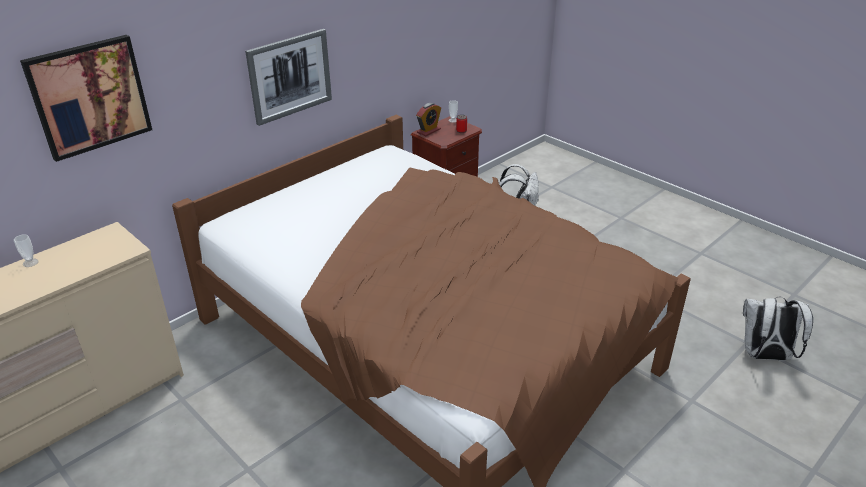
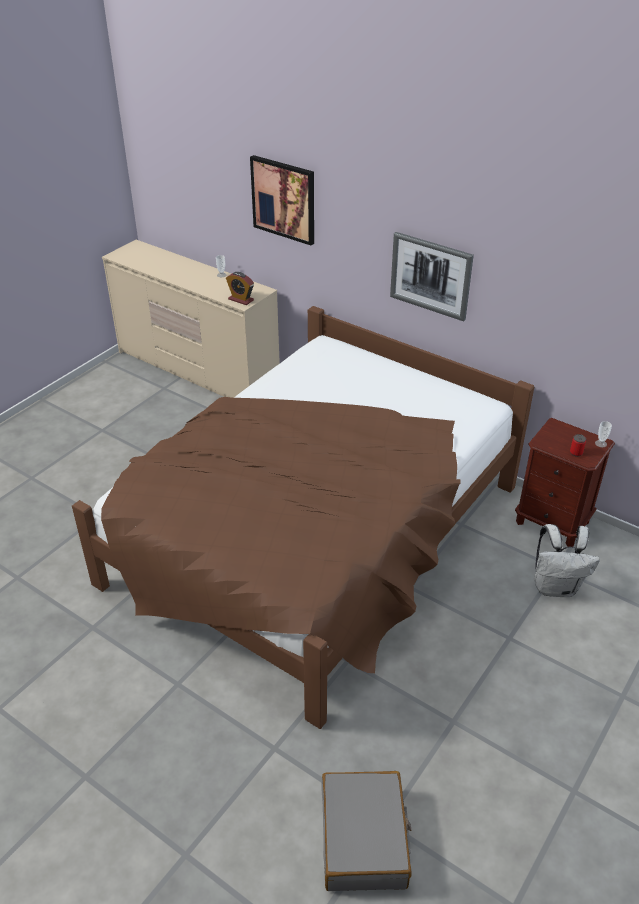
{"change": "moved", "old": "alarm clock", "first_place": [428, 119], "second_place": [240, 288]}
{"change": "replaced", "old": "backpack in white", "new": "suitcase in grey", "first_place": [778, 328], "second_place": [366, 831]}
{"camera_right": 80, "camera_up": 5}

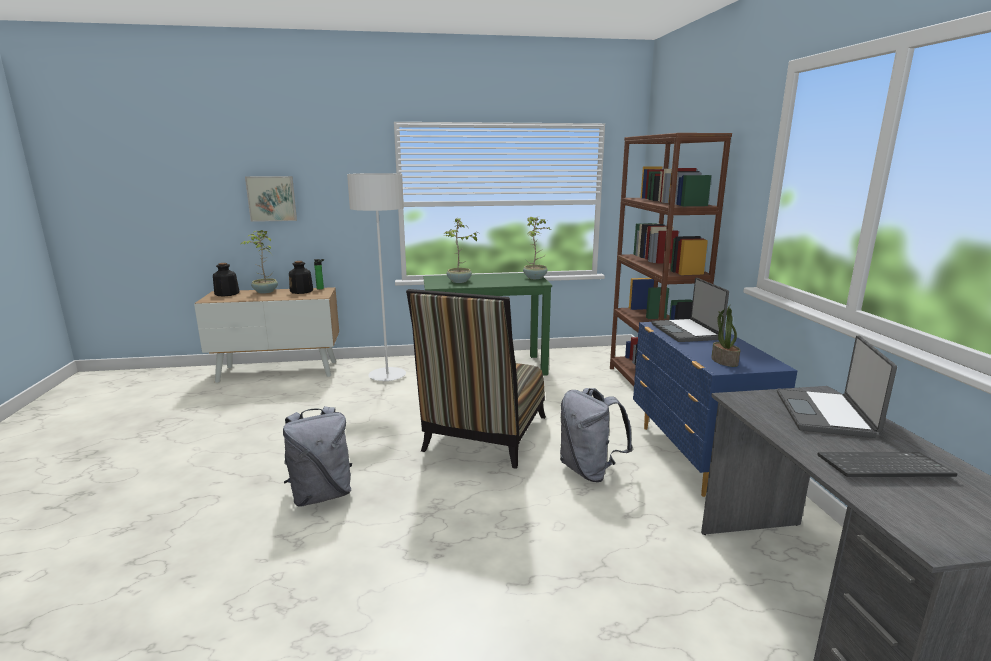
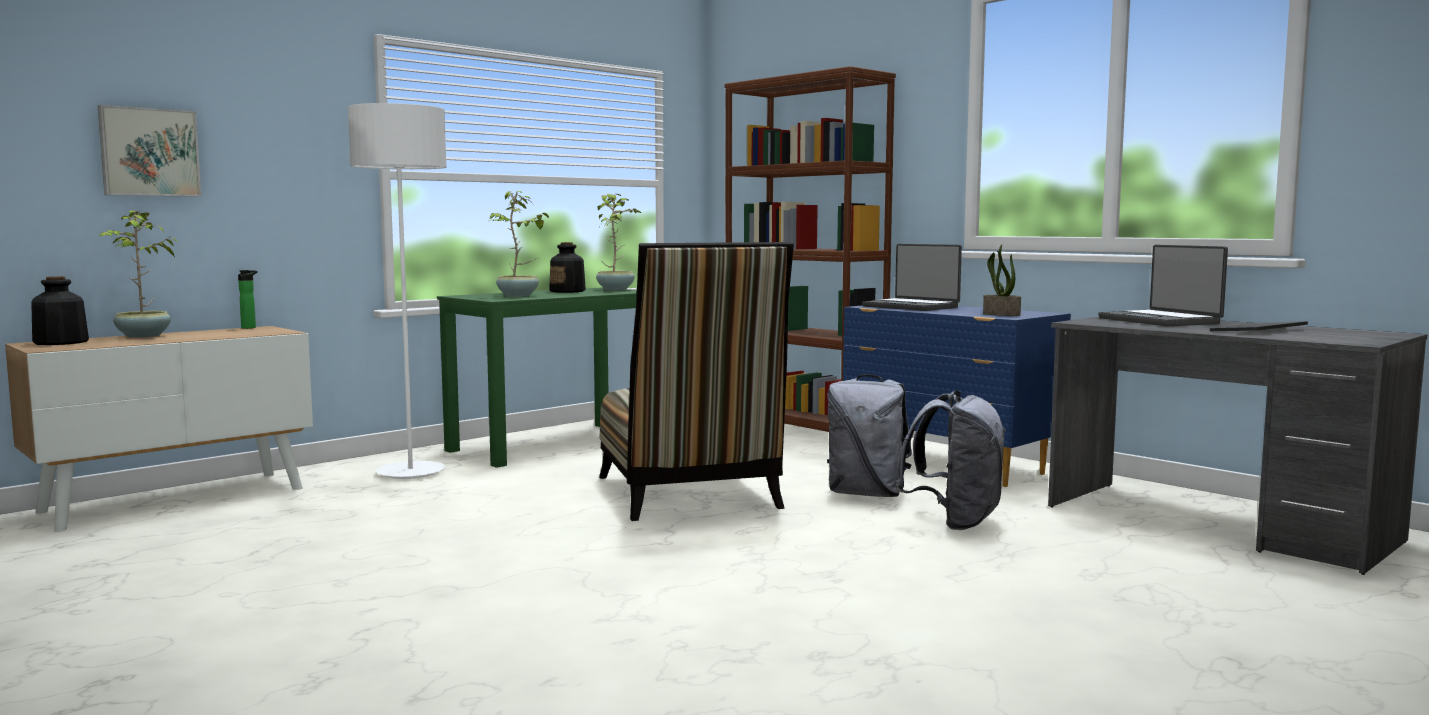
{"change": "moved", "old": "bottle", "first_place": [301, 277], "second_place": [567, 267]}
{"change": "moved", "old": "backpack in grey", "first_place": [317, 456], "second_place": [950, 460]}
{"camera_right": -35, "camera_up": -10}

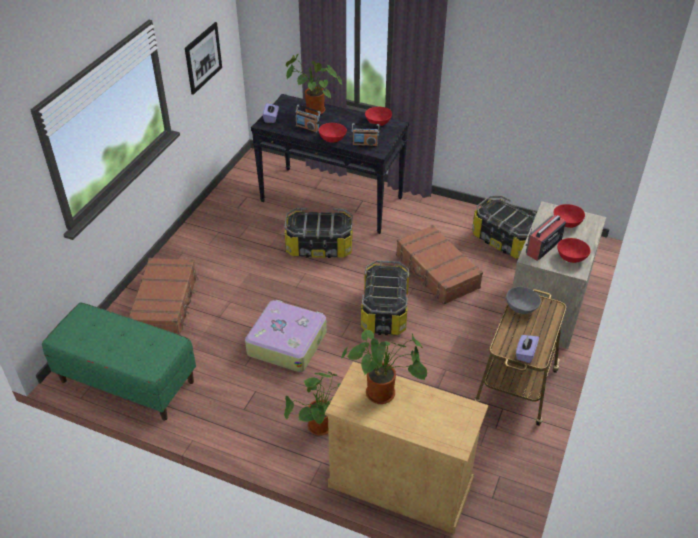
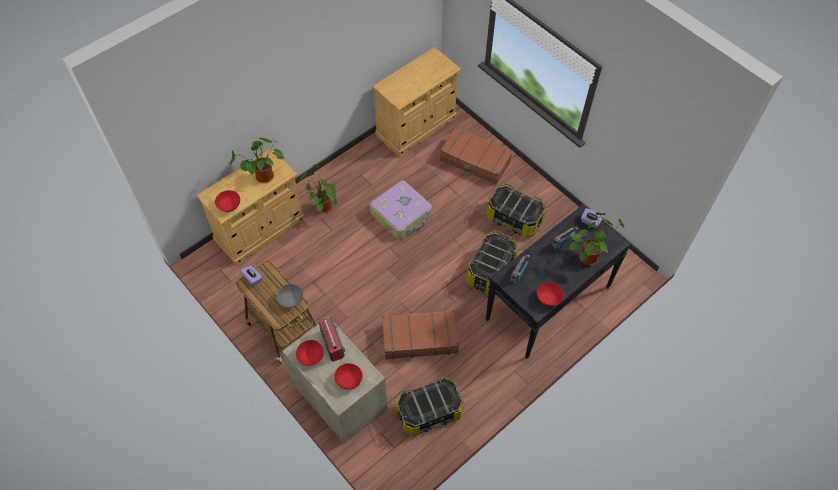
{"change": "moved", "old": "bowl in red", "first_place": [333, 133], "second_place": [227, 201]}
{"change": "replaced", "old": "bench in green", "new": "cabinet in beige", "first_place": [119, 361], "second_place": [416, 102]}
{"change": "moved", "old": "storage box", "first_place": [385, 297], "second_place": [516, 210]}
{"change": "removed", "old": "picture", "first_place": [203, 58]}
{"camera_right": 115, "camera_up": 15}

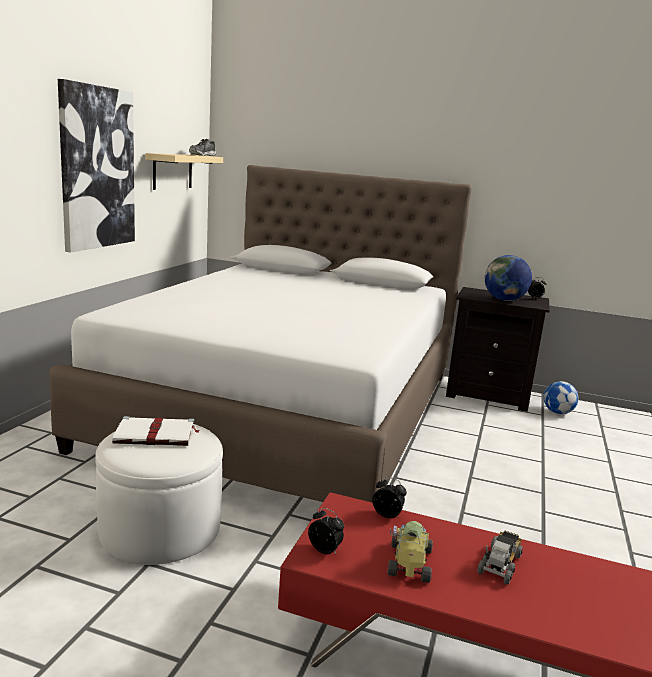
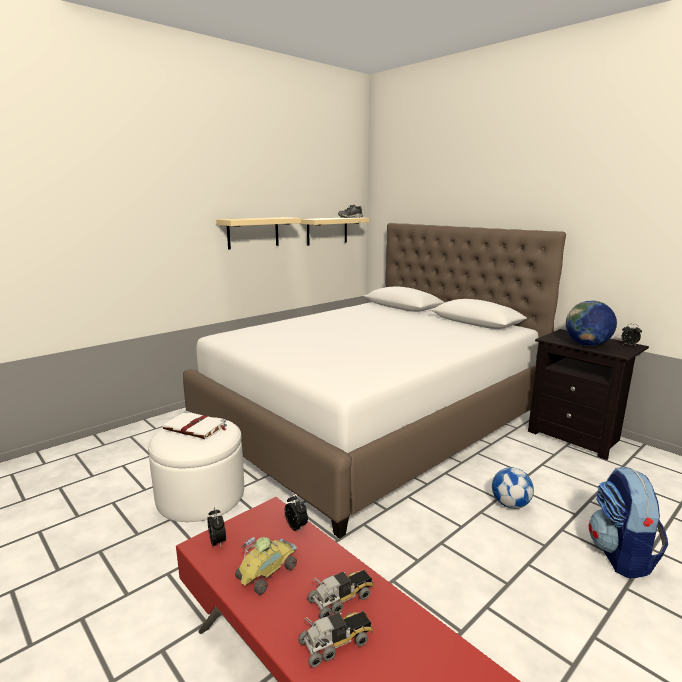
{"change": "replaced", "old": "picture", "new": "shelf in beige", "first_place": [96, 166], "second_place": [258, 233]}
{"change": "added", "new": "toy truck", "second_place": [335, 639]}
{"change": "moved", "old": "football", "first_place": [561, 397], "second_place": [513, 488]}
{"change": "added", "new": "backpack", "second_place": [628, 522]}
{"camera_right": 30, "camera_up": 0}

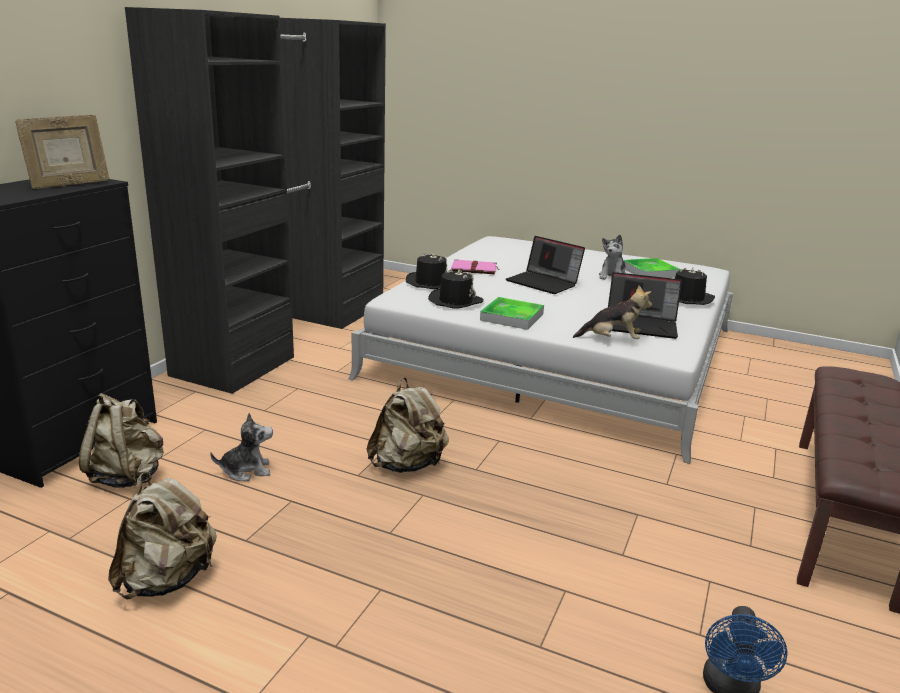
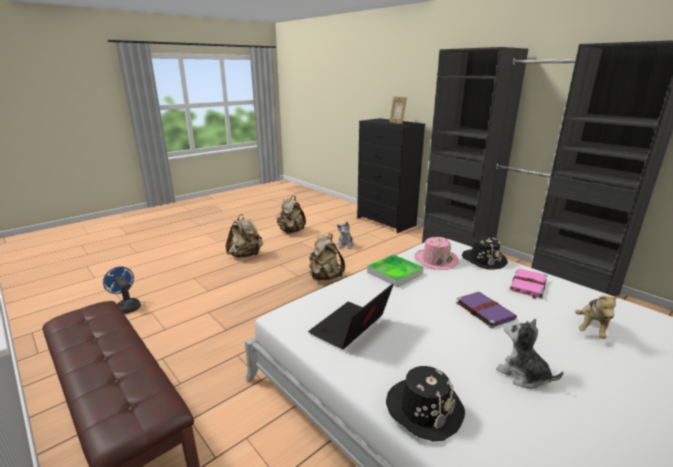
{"change": "moved", "old": "backpack in beige", "first_place": [121, 440], "second_place": [244, 236]}
{"change": "recoloured", "old": "hat in black", "new": "hat in pink", "first_place": [456, 289], "second_place": [437, 253]}
{"change": "replaced", "old": "laptop", "new": "book in purple", "first_place": [545, 265], "second_place": [486, 310]}
{"change": "moved", "old": "plush toy", "first_place": [612, 312], "second_place": [597, 317]}
{"change": "removed", "old": "tray", "first_place": [652, 268]}
{"camera_right": 115, "camera_up": 0}

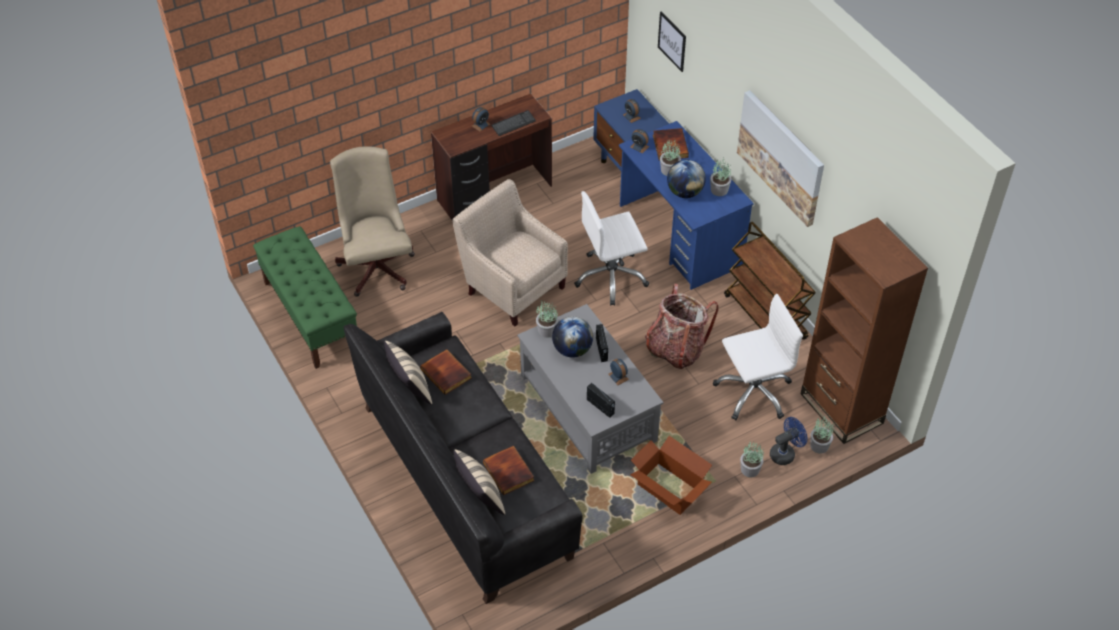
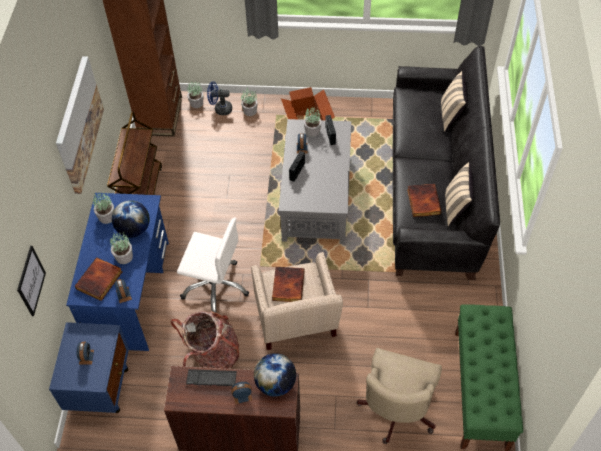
{"change": "moved", "old": "backpack", "first_place": [682, 326], "second_place": [205, 340]}
{"change": "moved", "old": "globe", "first_place": [572, 337], "second_place": [275, 375]}
{"change": "moved", "old": "book", "first_place": [508, 470], "second_place": [288, 284]}
{"change": "moved", "old": "potted plant", "first_place": [547, 319], "second_place": [313, 121]}
{"change": "removed", "old": "office chair in white", "first_place": [758, 357]}
{"camera_right": -145, "camera_up": 5}

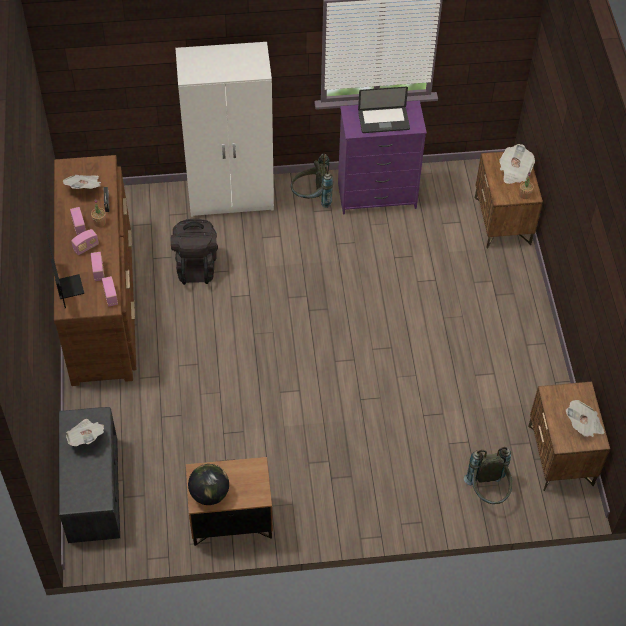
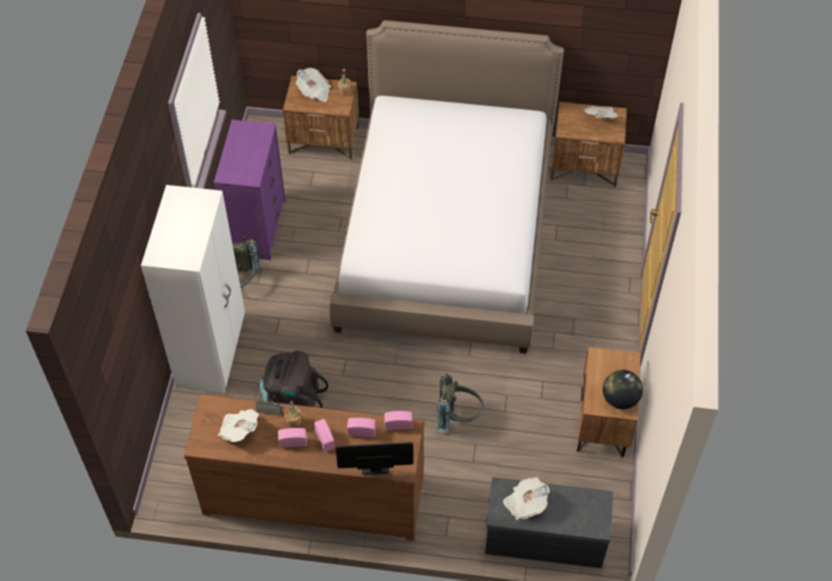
{"change": "added", "new": "bed", "second_place": [446, 187]}
{"change": "moved", "old": "backpack in grey", "first_place": [488, 475], "second_place": [460, 403]}
{"change": "removed", "old": "laptop", "first_place": [384, 110]}
{"camera_right": -75, "camera_up": 0}

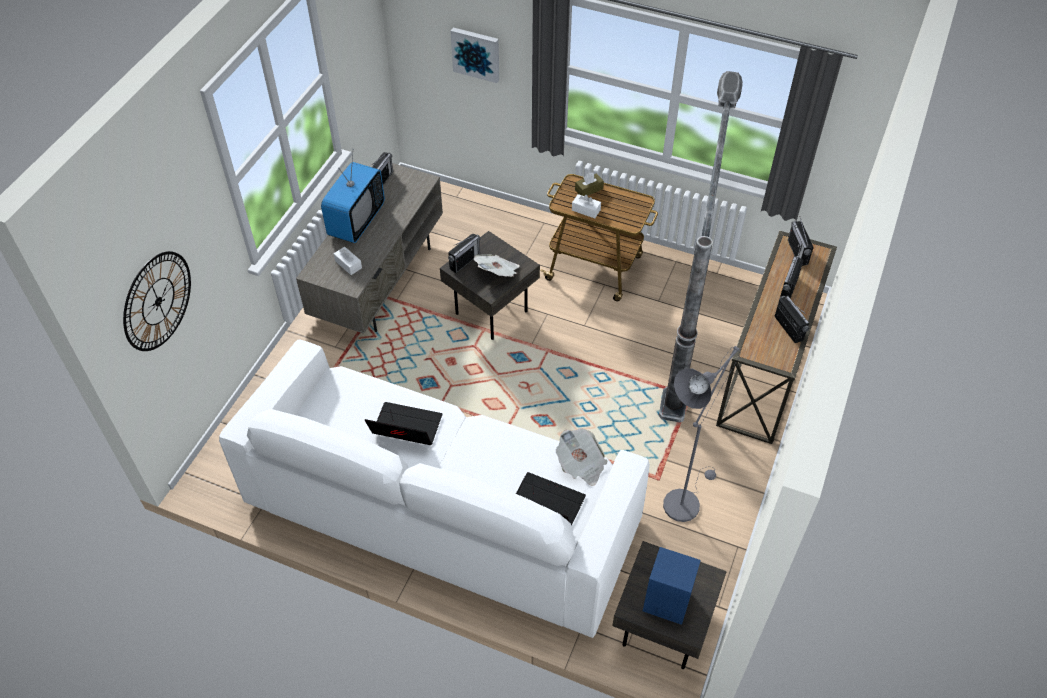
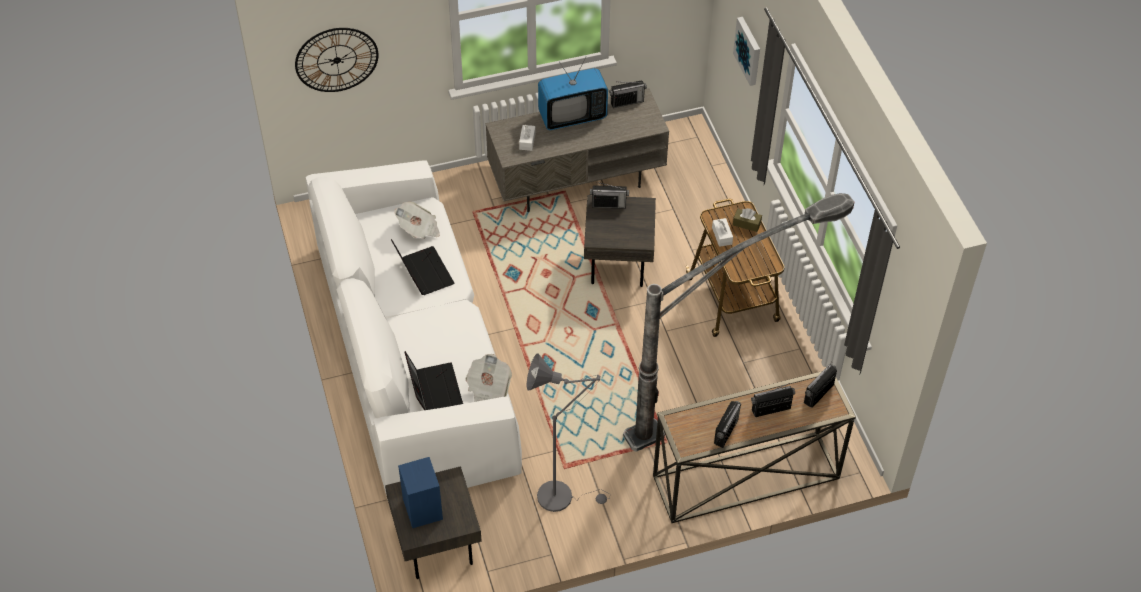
{"change": "moved", "old": "newspaper", "first_place": [497, 265], "second_place": [417, 220]}
{"camera_right": 50, "camera_up": 0}

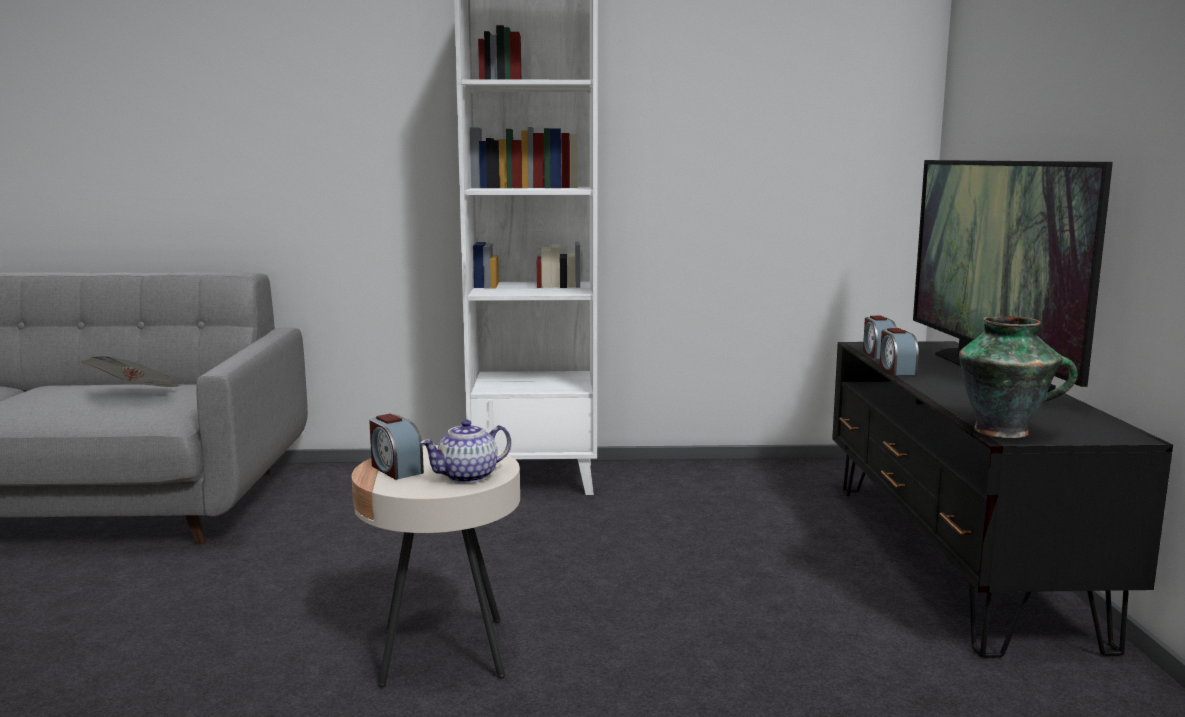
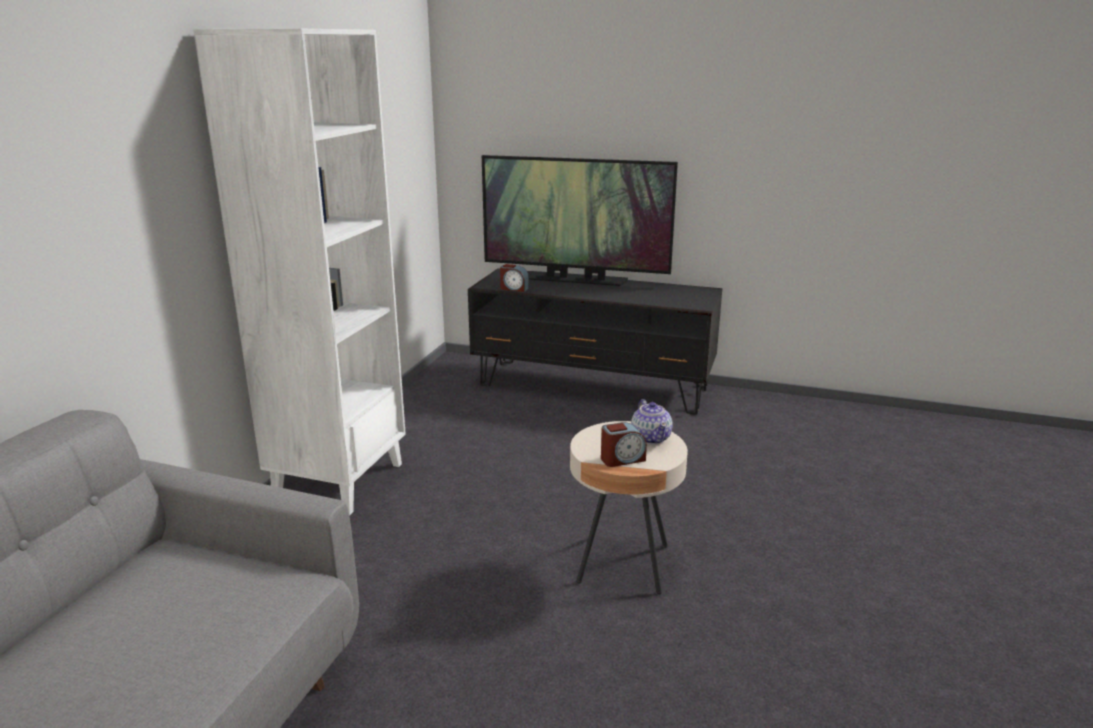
{"change": "removed", "old": "newspaper", "first_place": [130, 371]}
{"change": "removed", "old": "alarm clock", "first_place": [899, 351]}
{"change": "removed", "old": "vase", "first_place": [1018, 377]}
{"camera_right": -70, "camera_up": 10}

